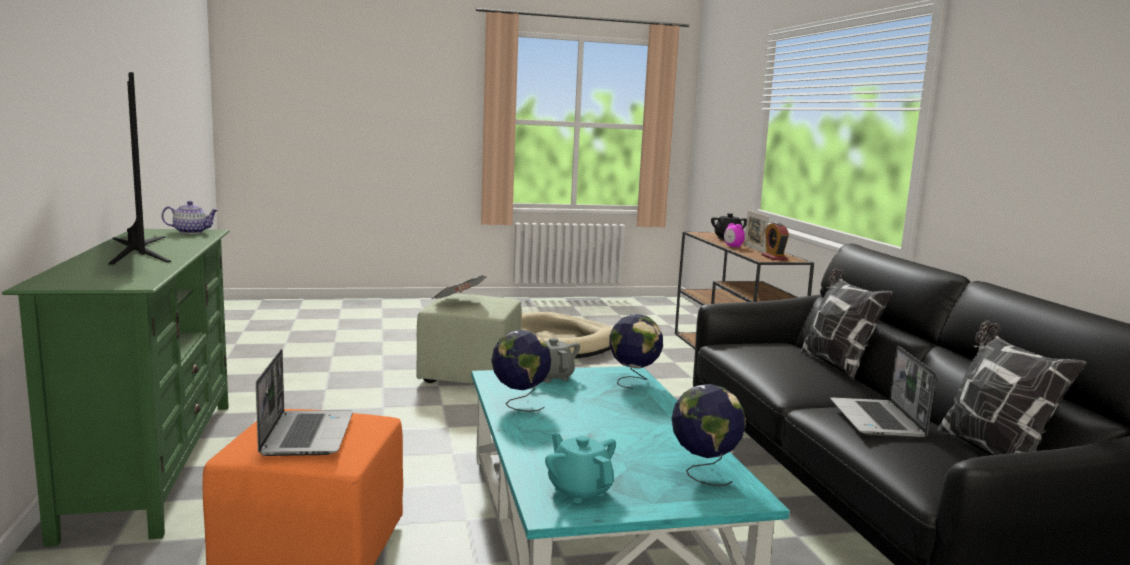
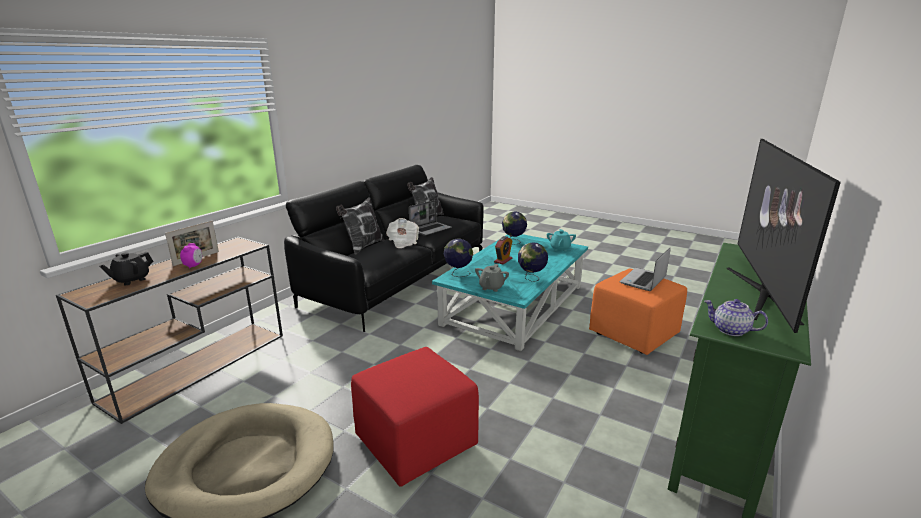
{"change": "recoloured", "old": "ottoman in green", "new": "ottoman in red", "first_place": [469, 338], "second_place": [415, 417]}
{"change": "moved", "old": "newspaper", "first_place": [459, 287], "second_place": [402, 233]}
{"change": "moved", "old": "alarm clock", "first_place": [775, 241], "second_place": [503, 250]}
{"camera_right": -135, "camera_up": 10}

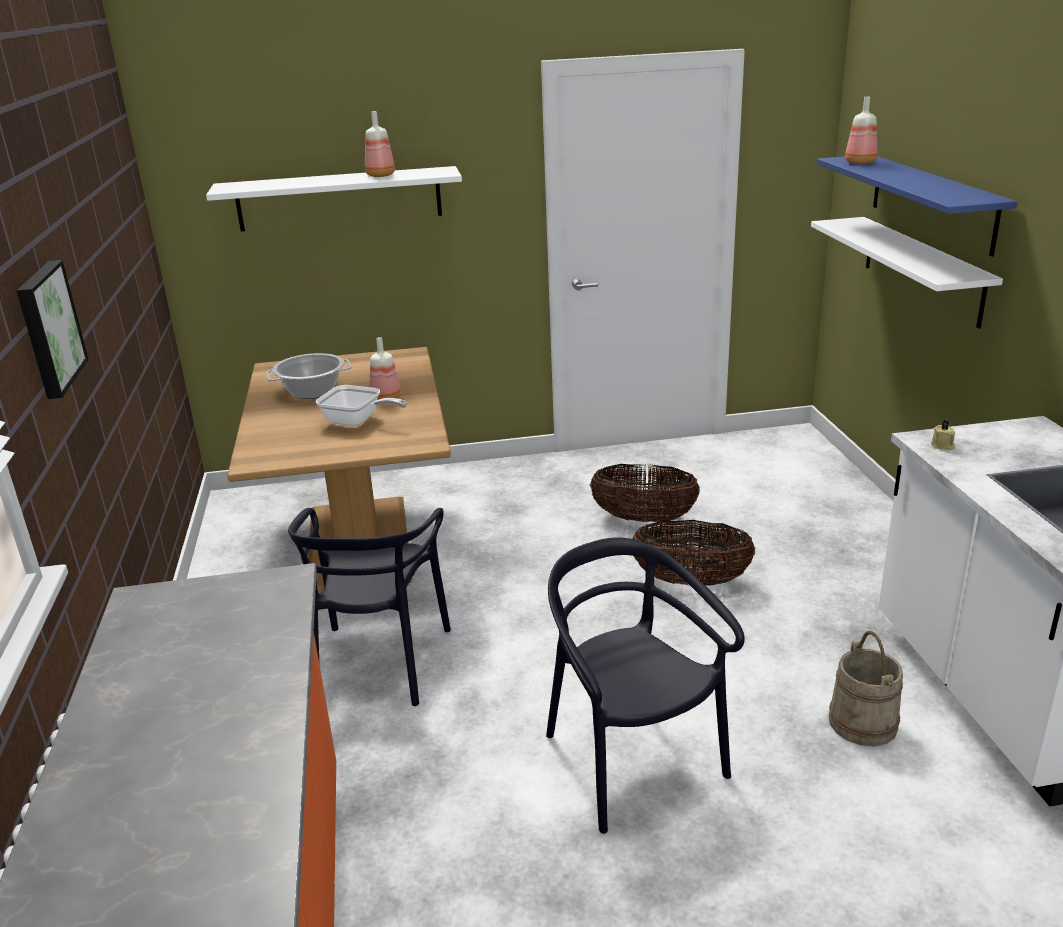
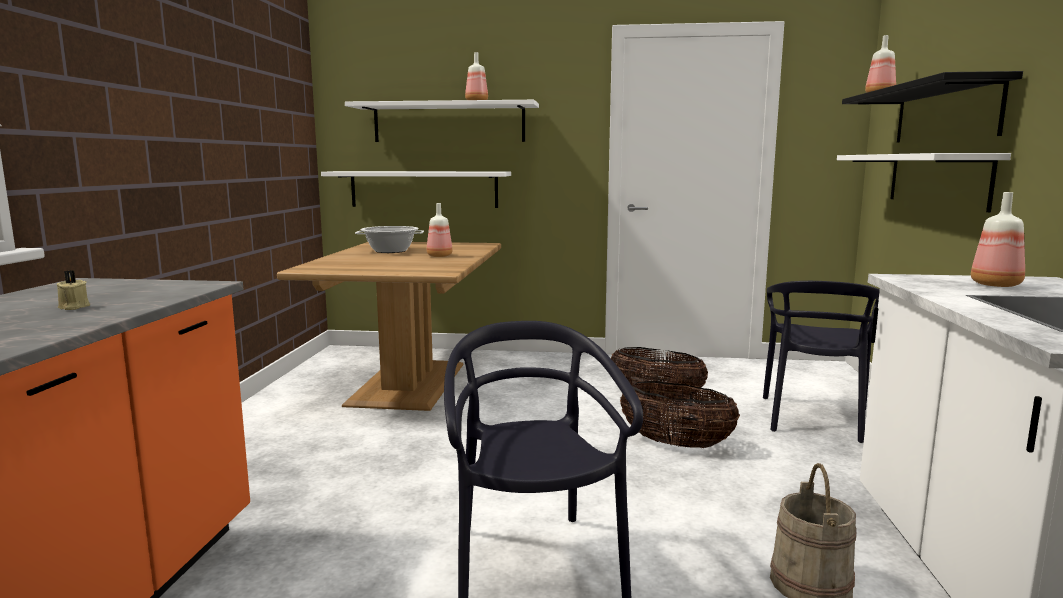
{"change": "moved", "old": "candle in beige", "first_place": [943, 435], "second_place": [73, 290]}
{"change": "added", "new": "shelf in white", "second_place": [416, 189]}
{"change": "moved", "old": "chair in black", "first_place": [369, 607], "second_place": [821, 362]}
{"change": "recoloured", "old": "shelf in blue", "new": "shelf in black", "first_place": [917, 206], "second_place": [932, 106]}
{"change": "added", "new": "bottle", "second_place": [998, 239]}
{"change": "removed", "old": "picture", "first_place": [52, 329]}
{"change": "removed", "old": "frying pan", "first_place": [361, 405]}
{"camera_right": 15, "camera_up": -15}

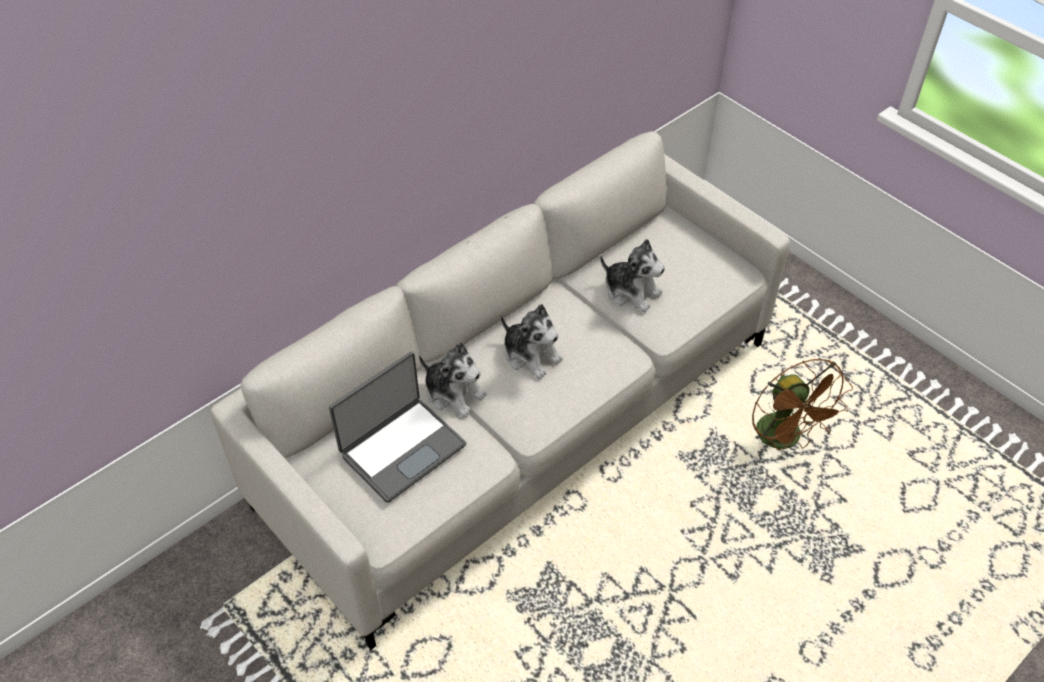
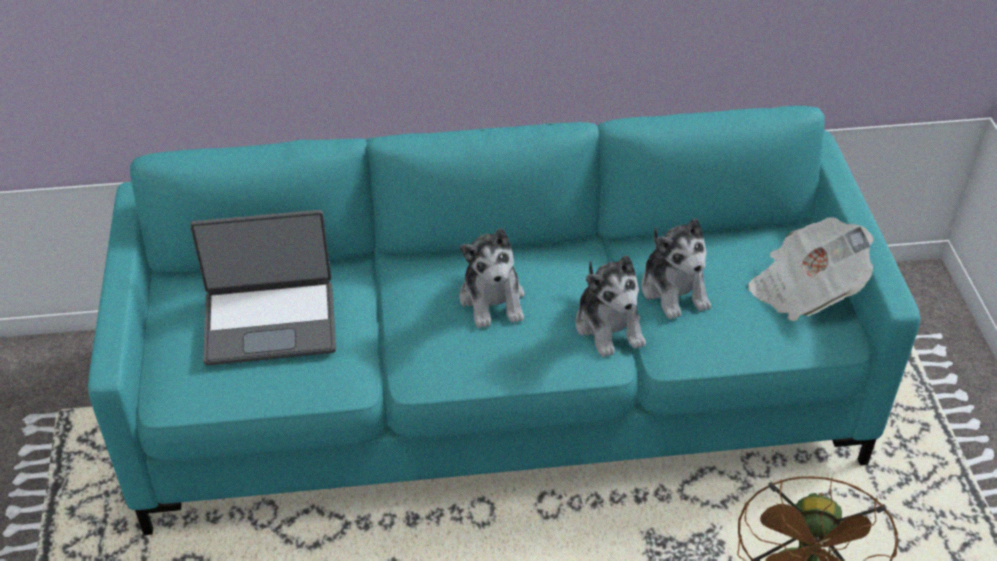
{"change": "recoloured", "old": "sofa in grey", "new": "sofa in turquoise", "first_place": [500, 390], "second_place": [504, 320]}
{"change": "moved", "old": "plush toy", "first_place": [453, 380], "second_place": [610, 306]}
{"change": "added", "new": "newspaper", "second_place": [811, 269]}
{"camera_right": 35, "camera_up": -5}

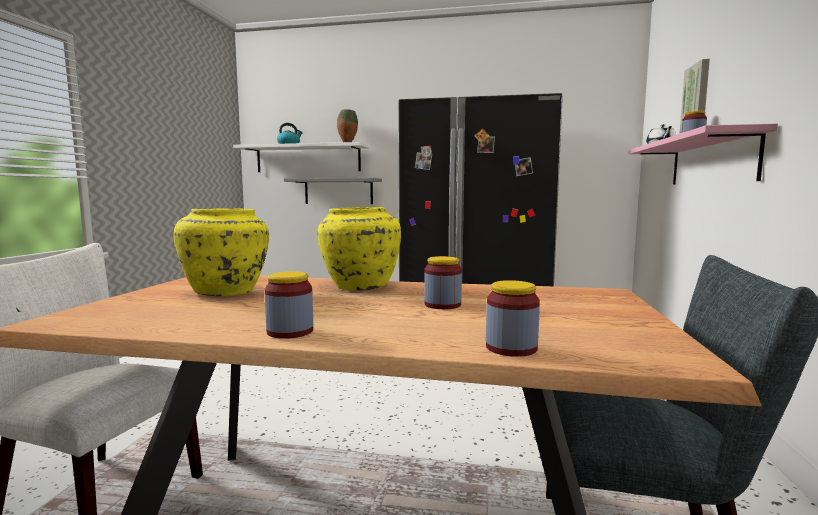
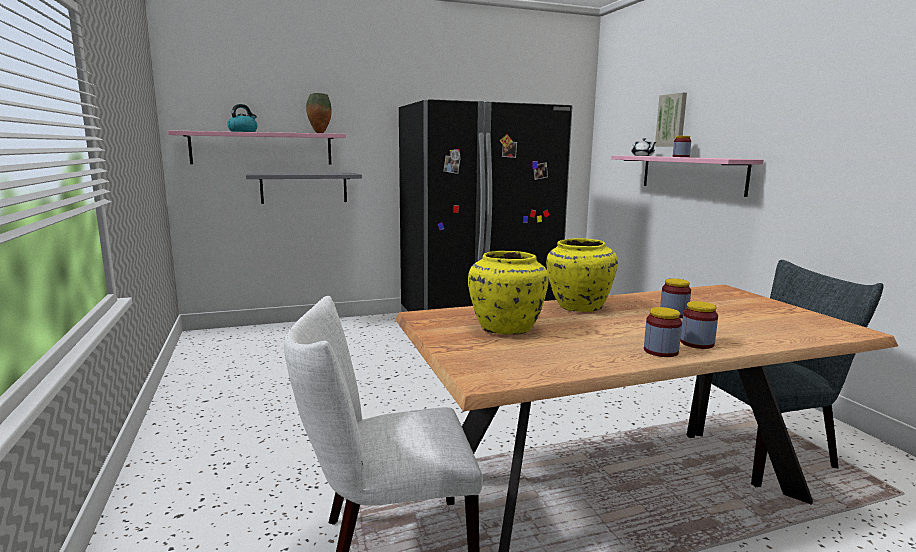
{"change": "recoloured", "old": "shelf in white", "new": "shelf in pink", "first_place": [301, 157], "second_place": [257, 147]}
{"change": "moved", "old": "jar", "first_place": [513, 318], "second_place": [699, 325]}
{"camera_right": -30, "camera_up": 5}

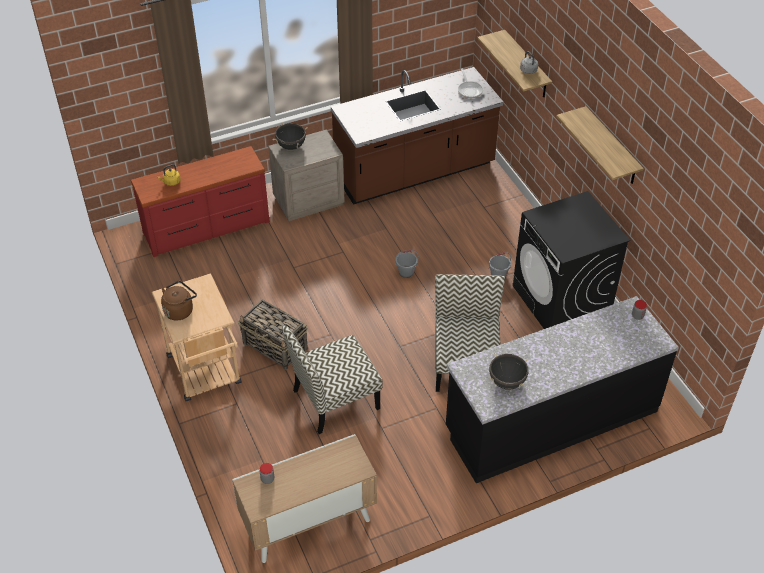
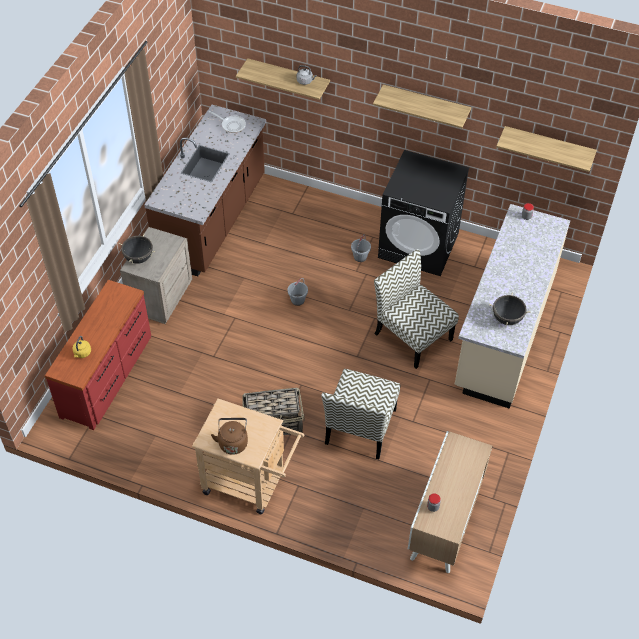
{"change": "recoloured", "old": "counter in black", "new": "counter in beige", "first_place": [562, 389], "second_place": [512, 306]}
{"change": "added", "new": "shelf", "second_place": [546, 149]}
{"camera_right": -45, "camera_up": 5}

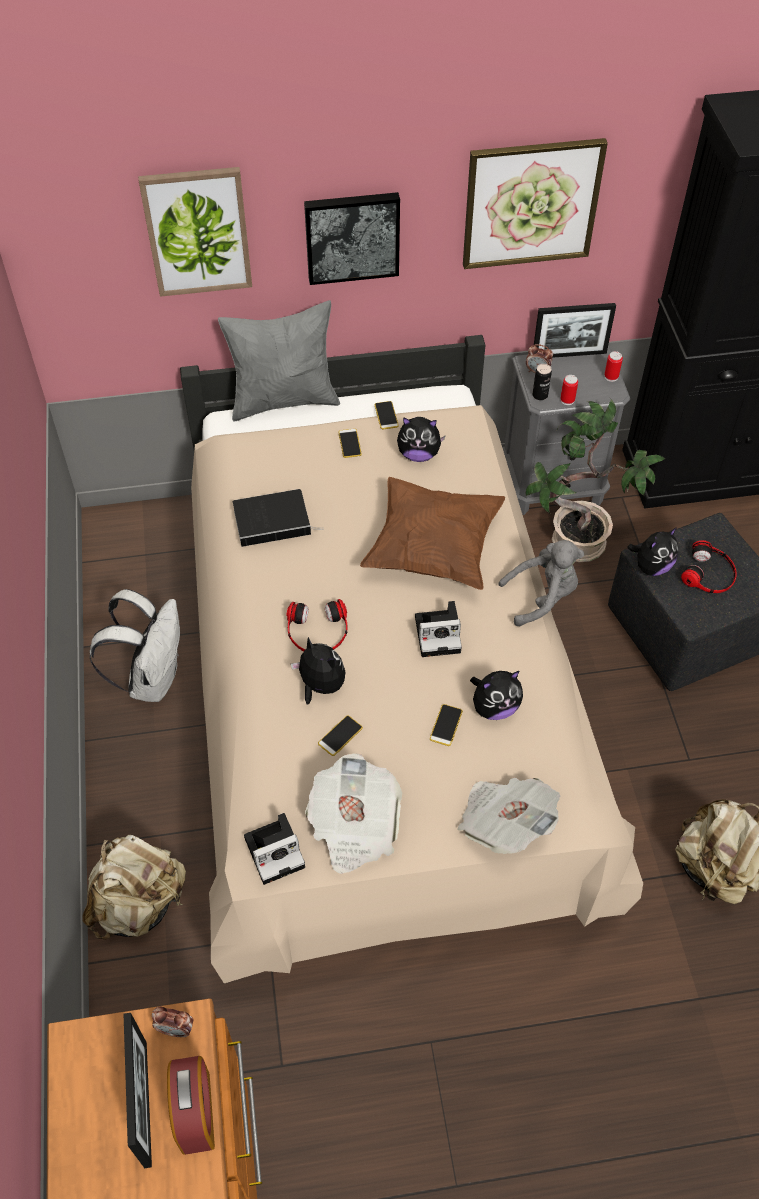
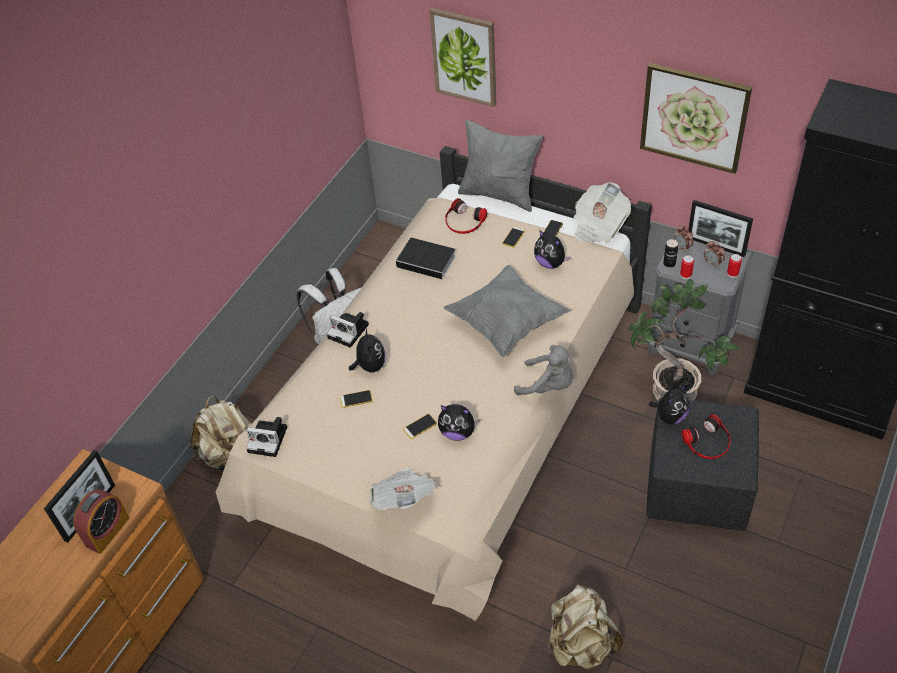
{"change": "moved", "old": "photo camera", "first_place": [438, 629], "second_place": [348, 330]}
{"change": "recoloured", "old": "pillow in brown", "new": "pillow in grey", "first_place": [432, 533], "second_place": [507, 311]}
{"change": "moved", "old": "headphones", "first_place": [317, 625], "second_place": [466, 216]}
{"change": "moved", "old": "newspaper", "first_place": [353, 814], "second_place": [602, 212]}
{"change": "turned", "old": "plush toy", "first_place": [653, 551], "second_place": [669, 404], "degrees": -45}
{"change": "moved", "old": "alarm clock", "first_place": [173, 1022], "second_place": [714, 254]}
{"change": "removed", "old": "picture", "first_place": [352, 238]}
{"camera_right": 40, "camera_up": -5}

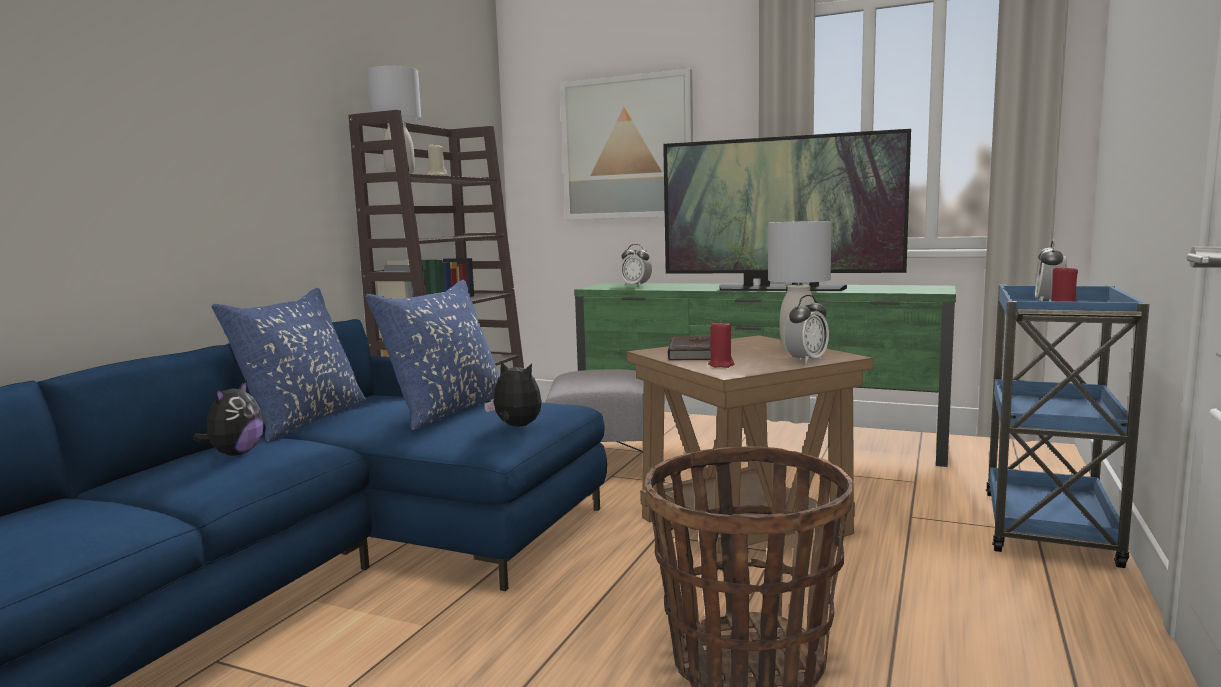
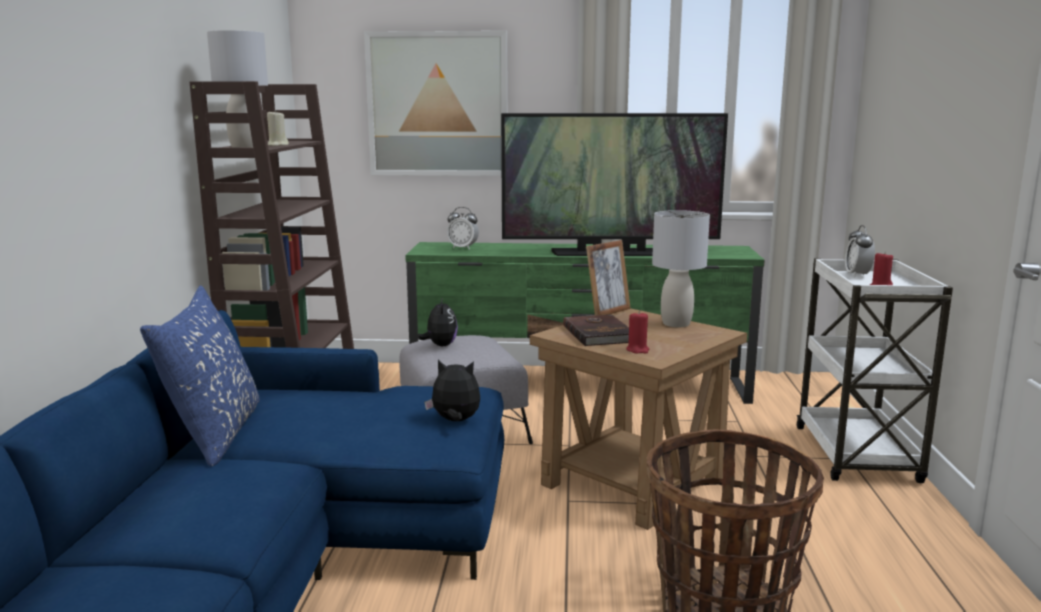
{"change": "moved", "old": "plush toy", "first_place": [228, 417], "second_place": [437, 321]}
{"change": "added", "new": "picture frame", "second_place": [608, 277]}
{"change": "recoloured", "old": "cart in blue", "new": "cart in white", "first_place": [1067, 426], "second_place": [875, 370]}
{"change": "removed", "old": "pillow in blue", "first_place": [432, 355]}
{"change": "removed", "old": "alarm clock", "first_place": [807, 329]}
{"camera_right": -20, "camera_up": 5}

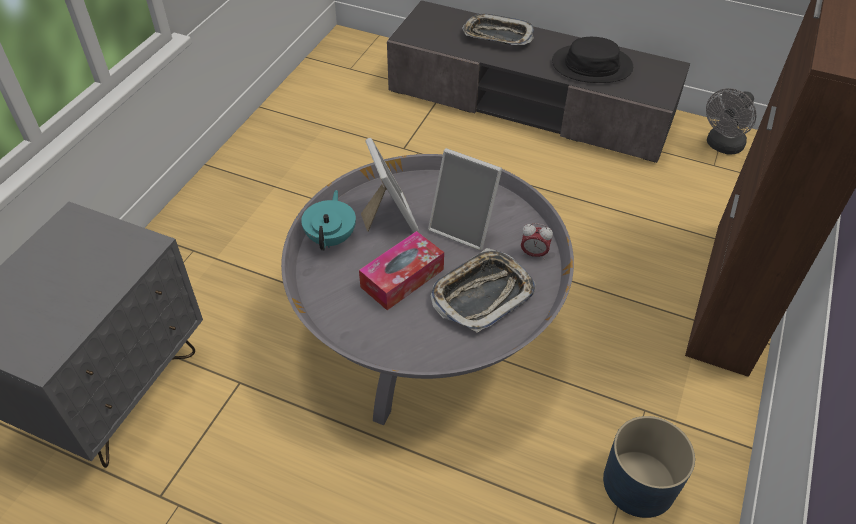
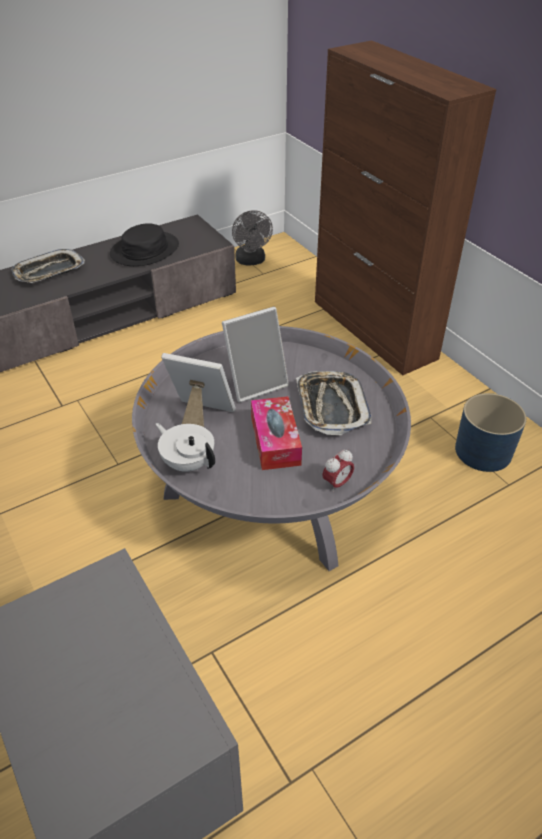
{"change": "recoloured", "old": "teapot in turquoise", "new": "teapot in white", "first_place": [328, 220], "second_place": [185, 447]}
{"change": "moved", "old": "alarm clock", "first_place": [537, 241], "second_place": [338, 470]}
{"camera_right": -55, "camera_up": -5}

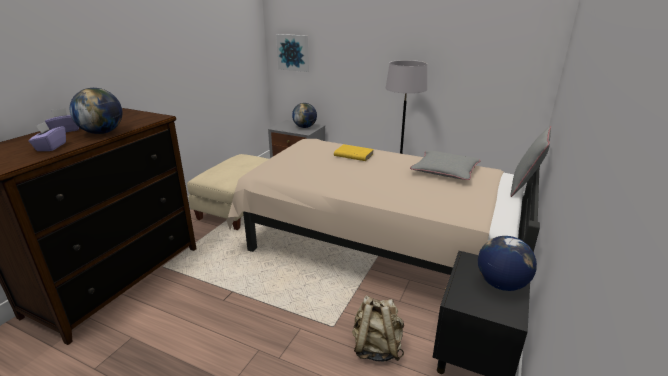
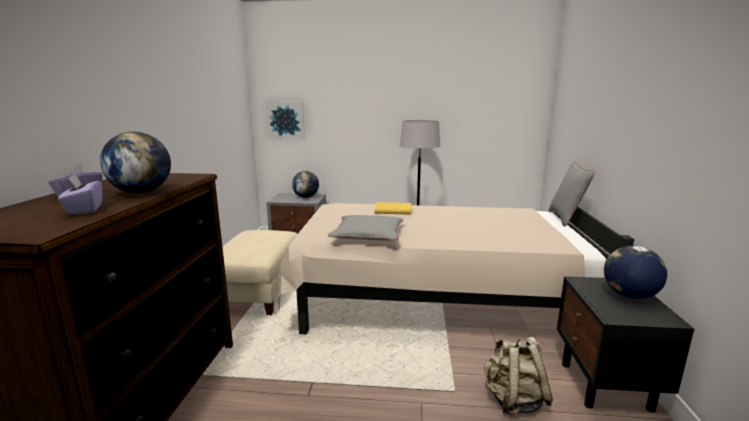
{"change": "moved", "old": "pillow in grey", "first_place": [445, 165], "second_place": [366, 227]}
{"camera_right": -20, "camera_up": -10}

